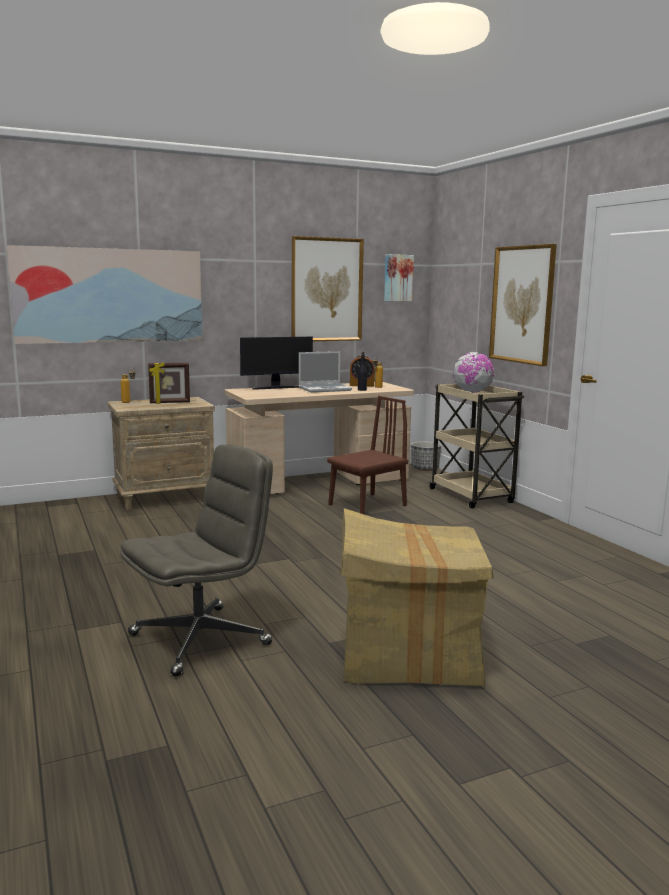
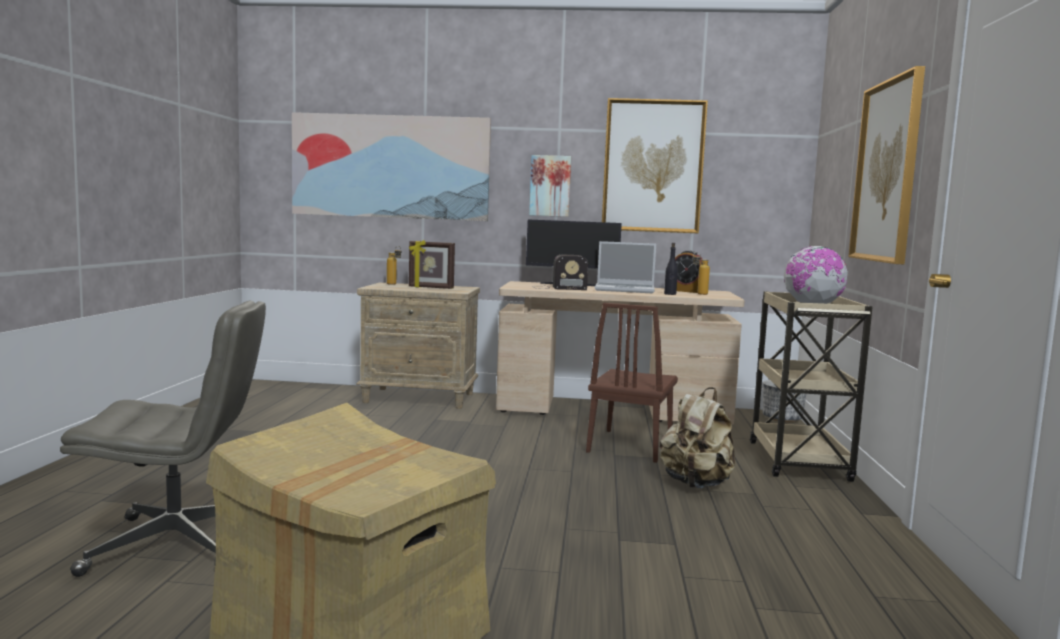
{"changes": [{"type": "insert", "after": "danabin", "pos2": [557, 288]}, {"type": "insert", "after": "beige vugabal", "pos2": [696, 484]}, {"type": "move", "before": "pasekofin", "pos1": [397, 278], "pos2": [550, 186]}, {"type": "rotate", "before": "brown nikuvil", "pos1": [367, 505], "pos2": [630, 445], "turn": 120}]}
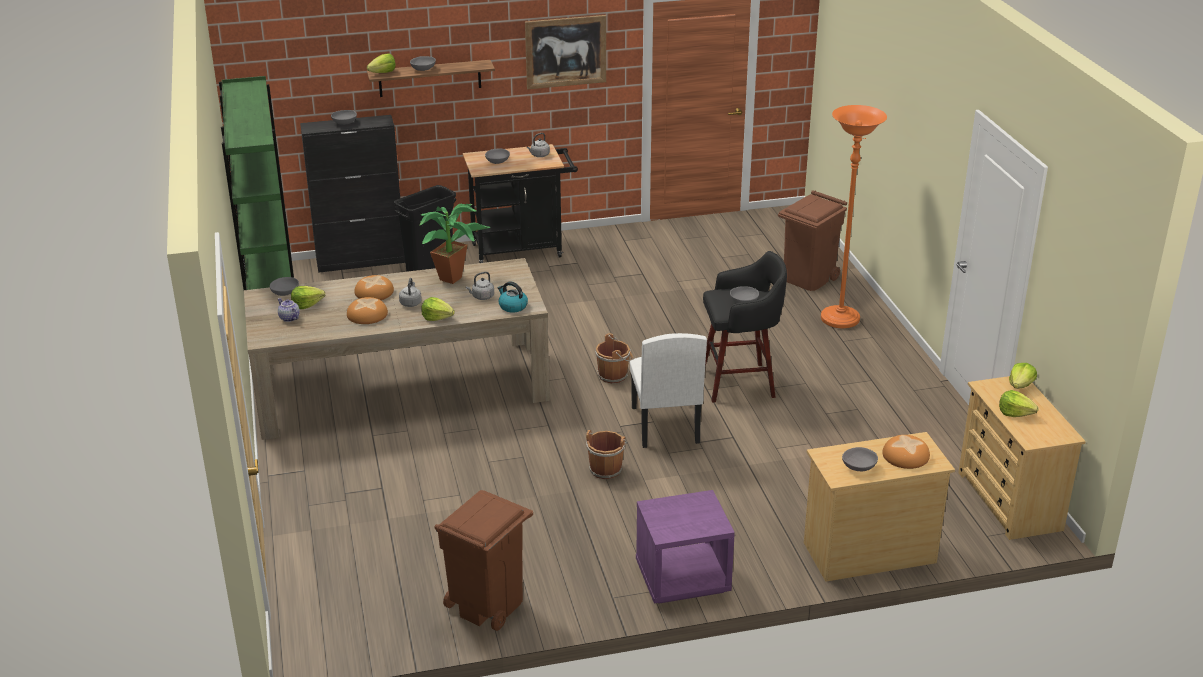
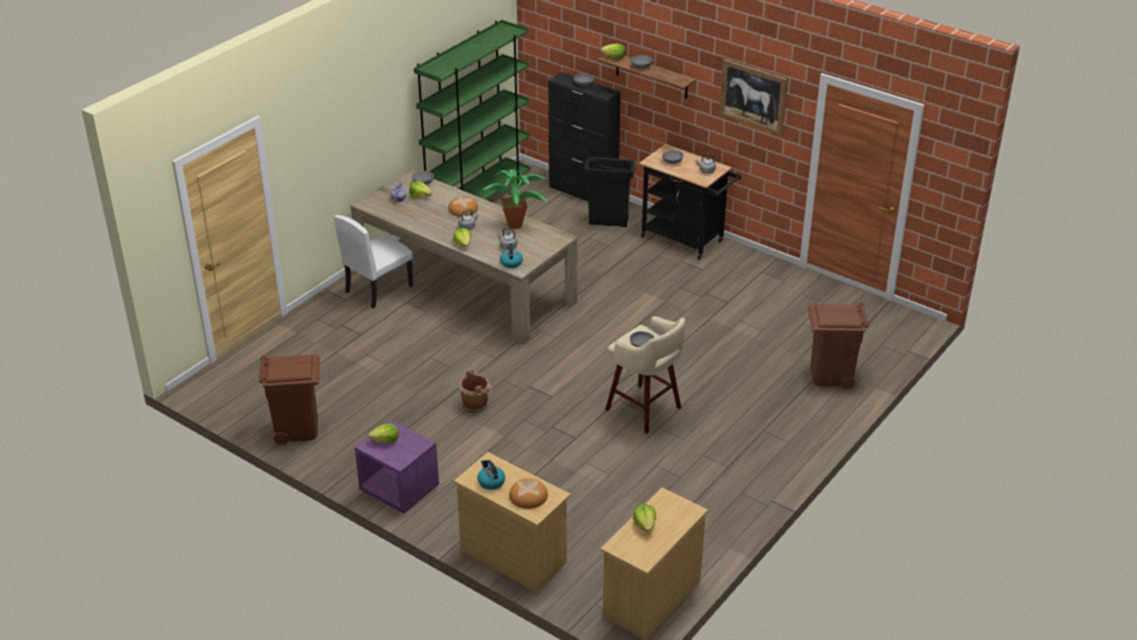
{"changes": [{"type": "delete", "before": "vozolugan", "pos1": [367, 315]}, {"type": "delete", "before": "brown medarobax", "pos1": [614, 375]}, {"type": "delete", "before": "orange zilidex", "pos1": [840, 319]}, {"type": "move", "before": "white nikuvil", "pos1": [664, 425], "pos2": [378, 288]}, {"type": "move", "before": "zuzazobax", "pos1": [1020, 385], "pos2": [385, 440]}, {"type": "replace", "before": "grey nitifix", "after": "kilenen", "pos1": [859, 467], "pos2": [491, 482]}, {"type": "recolor", "before": "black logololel", "after": "beige logololel", "pos1": [740, 382], "pos2": [645, 410]}]}
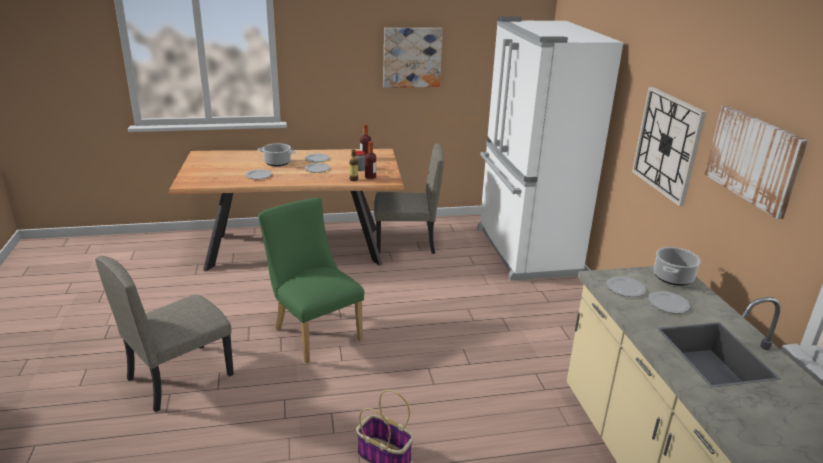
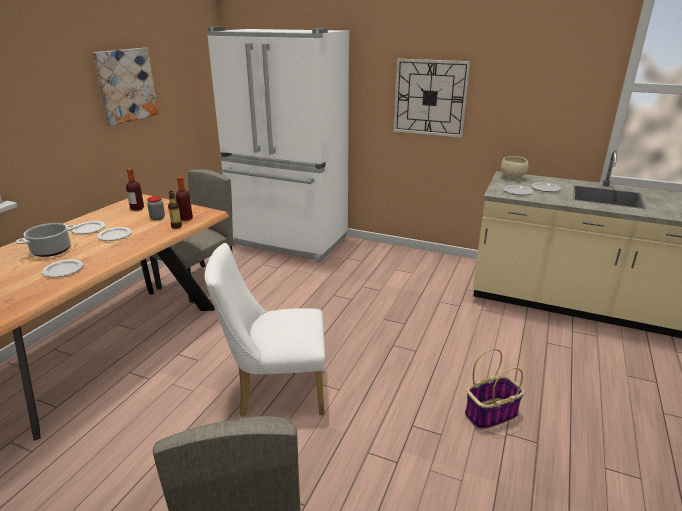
{"changes": [{"type": "delete", "before": "pasekofin", "pos1": [753, 159]}, {"type": "replace", "before": "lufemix", "after": "beige nitifix", "pos1": [673, 278], "pos2": [513, 178]}, {"type": "recolor", "before": "green nikuvil", "after": "white nikuvil", "pos1": [314, 332], "pos2": [275, 391]}]}
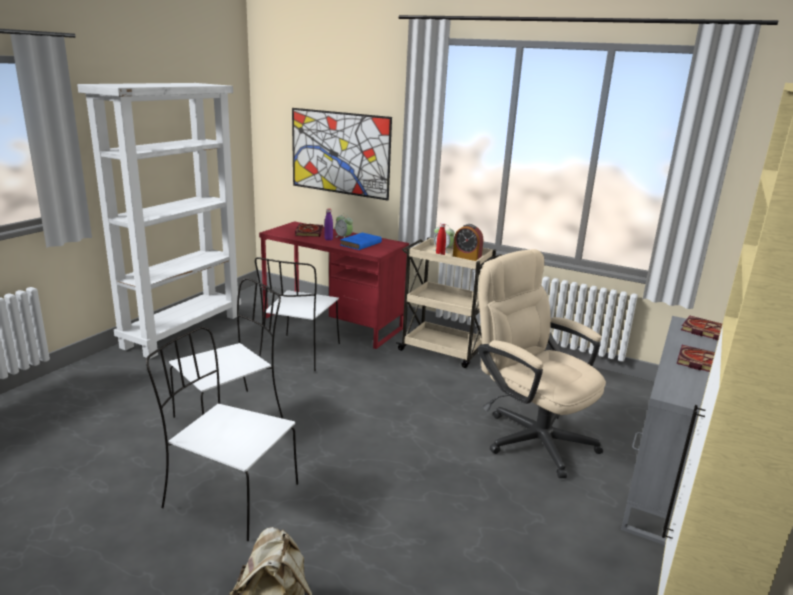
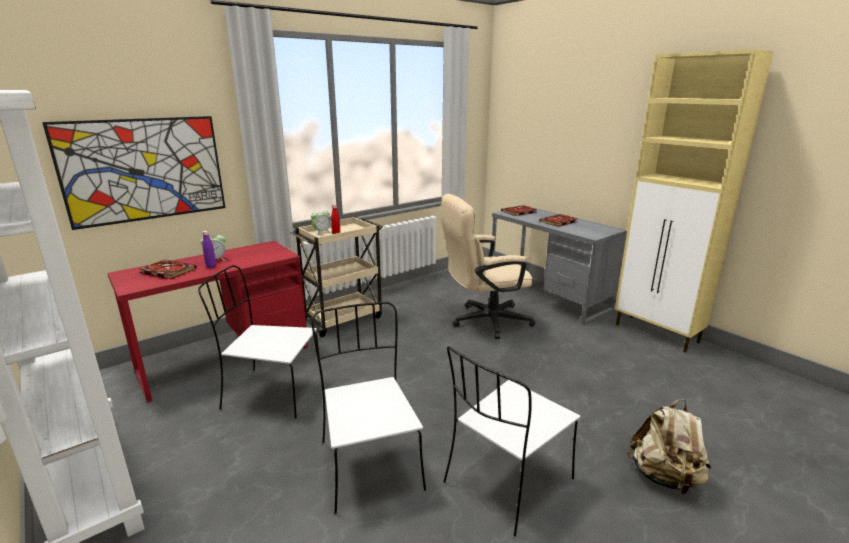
{"changes": [{"type": "delete", "before": "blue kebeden", "pos1": [360, 244]}, {"type": "delete", "before": "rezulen", "pos1": [467, 257]}, {"type": "rotate", "before": "white nikuvil", "pos1": [299, 353], "pos2": [270, 392], "turn": 150}]}
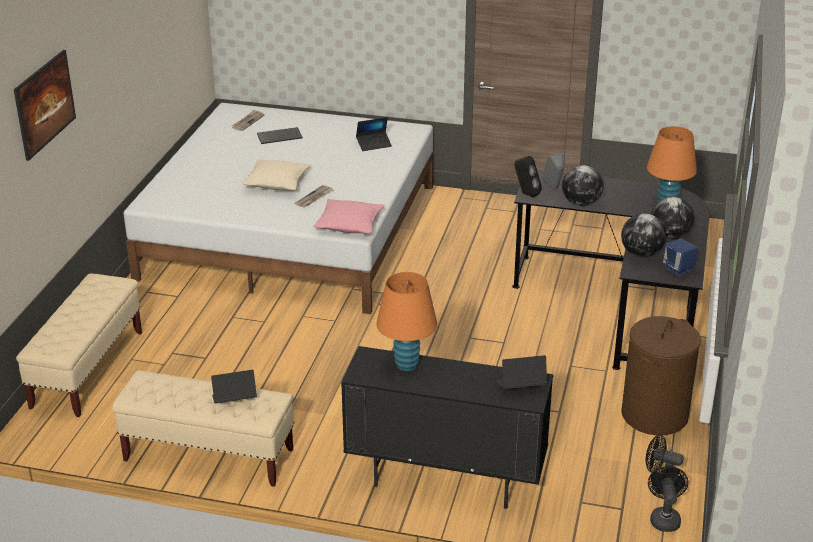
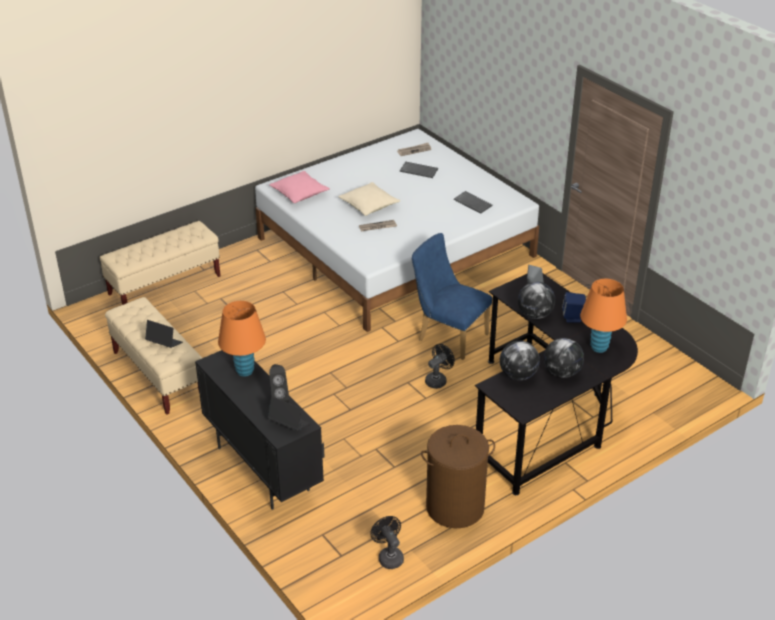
{"changes": [{"type": "delete", "before": "pasekofin", "pos1": [47, 121]}, {"type": "insert", "after": "blue nikuvil", "pos2": [448, 336]}, {"type": "move", "before": "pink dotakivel", "pos1": [349, 225], "pos2": [299, 193]}, {"type": "move", "before": "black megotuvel", "pos1": [525, 194], "pos2": [279, 399]}, {"type": "move", "before": "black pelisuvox", "pos1": [664, 518], "pos2": [438, 380]}, {"type": "move", "before": "blue megotuvel", "pos1": [678, 269], "pos2": [573, 317]}, {"type": "replace", "before": "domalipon", "after": "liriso", "pos1": [374, 144], "pos2": [473, 203]}]}
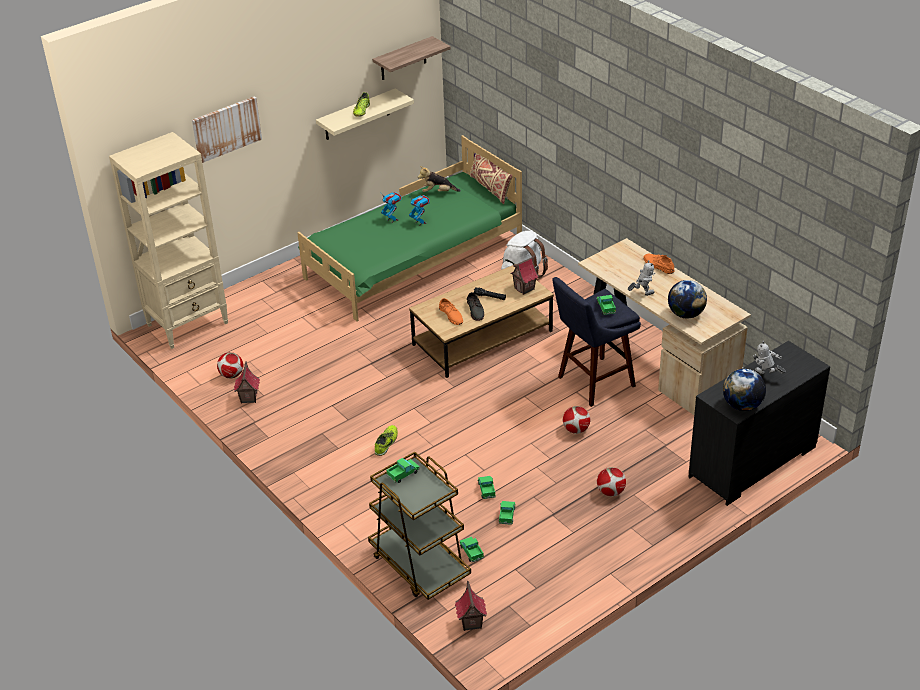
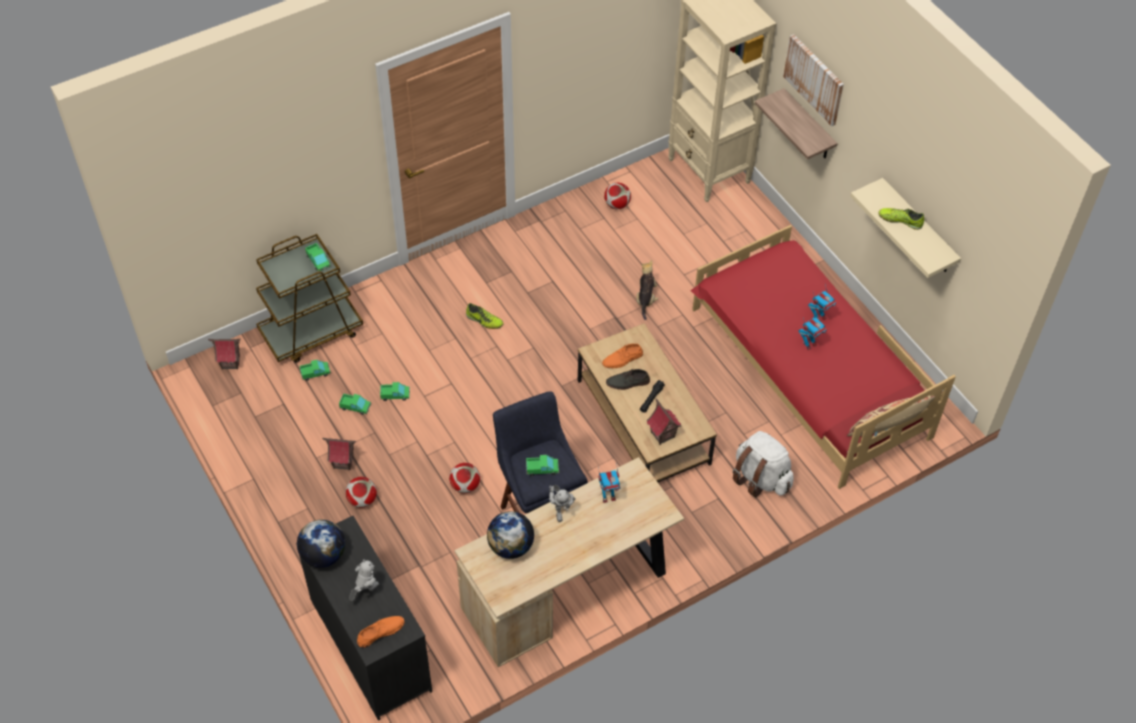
{"changes": [{"type": "insert", "after": "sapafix", "pos2": [608, 497]}, {"type": "move", "before": "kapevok", "pos1": [248, 398], "pos2": [343, 462]}, {"type": "move", "before": "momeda", "pos1": [403, 59], "pos2": [808, 126]}, {"type": "move", "before": "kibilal", "pos1": [438, 192], "pos2": [645, 299]}, {"type": "move", "before": "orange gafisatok", "pos1": [658, 265], "pos2": [380, 632]}, {"type": "recolor", "before": "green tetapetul", "after": "red tetapetul", "pos1": [413, 260], "pos2": [807, 371]}]}
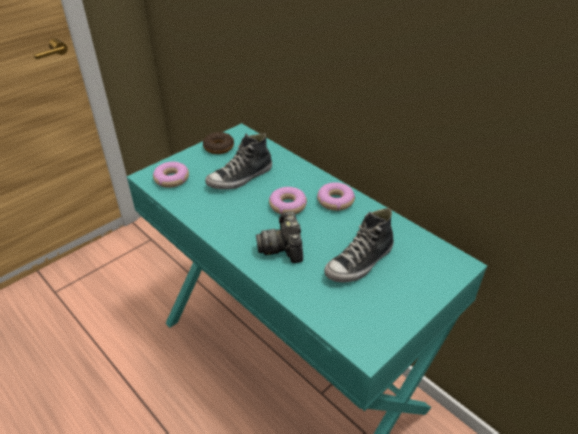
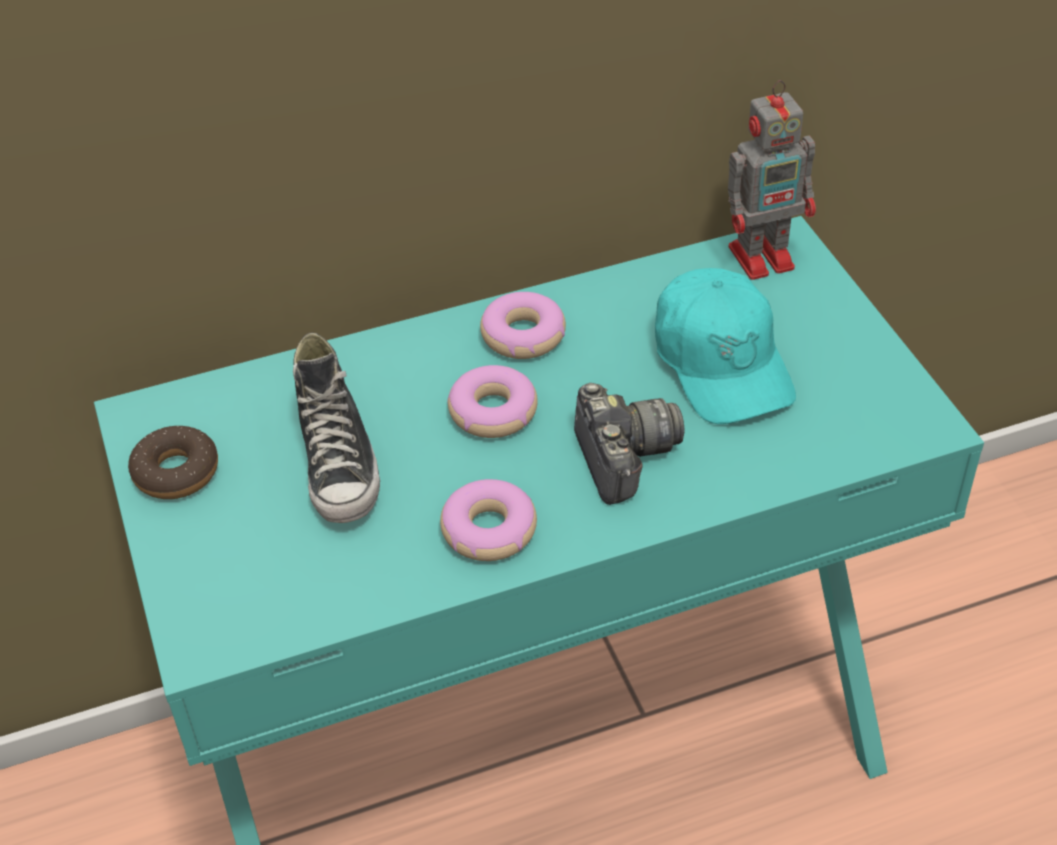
{"changes": [{"type": "insert", "after": "sapafix", "pos2": [764, 256]}, {"type": "move", "before": "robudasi", "pos1": [171, 179], "pos2": [489, 530]}, {"type": "replace", "before": "gafisatok", "after": "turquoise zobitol", "pos1": [360, 263], "pos2": [722, 363]}, {"type": "rotate", "before": "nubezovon", "pos1": [283, 247], "pos2": [623, 457], "turn": -120}]}
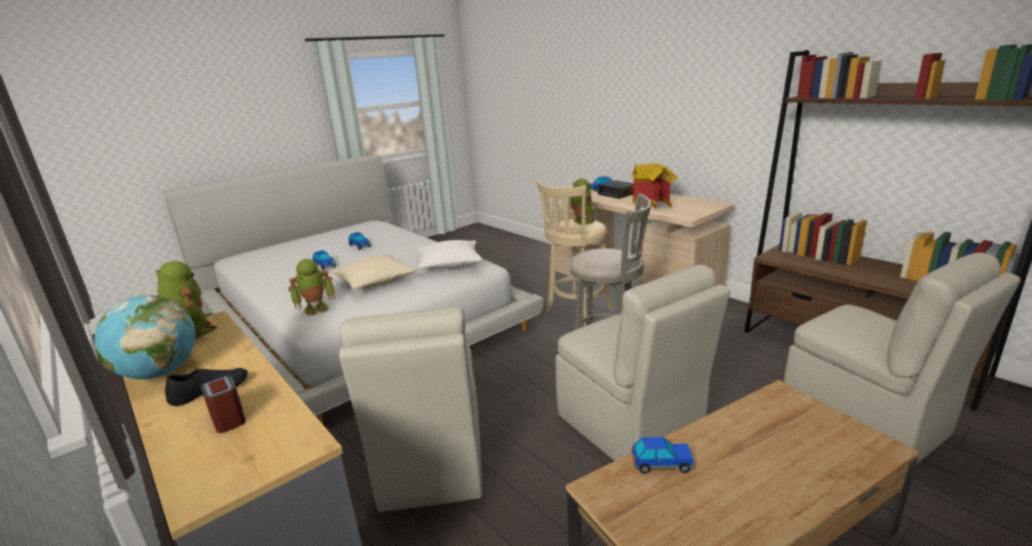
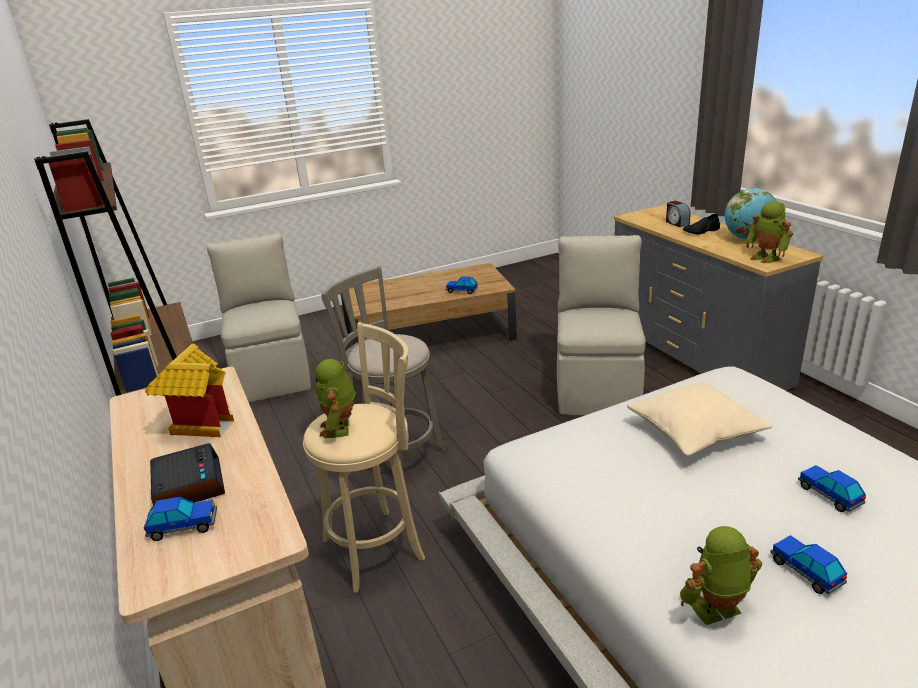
{"changes": [{"type": "delete", "before": "white dotakivel", "pos1": [450, 264]}, {"type": "delete", "before": "beige nikuvil", "pos1": [630, 429]}, {"type": "move", "before": "sapafix", "pos1": [316, 308], "pos2": [716, 611]}]}
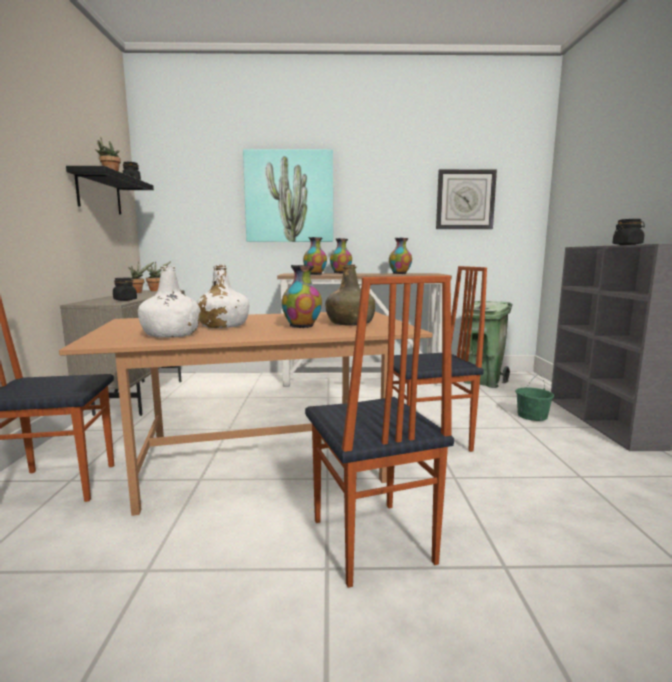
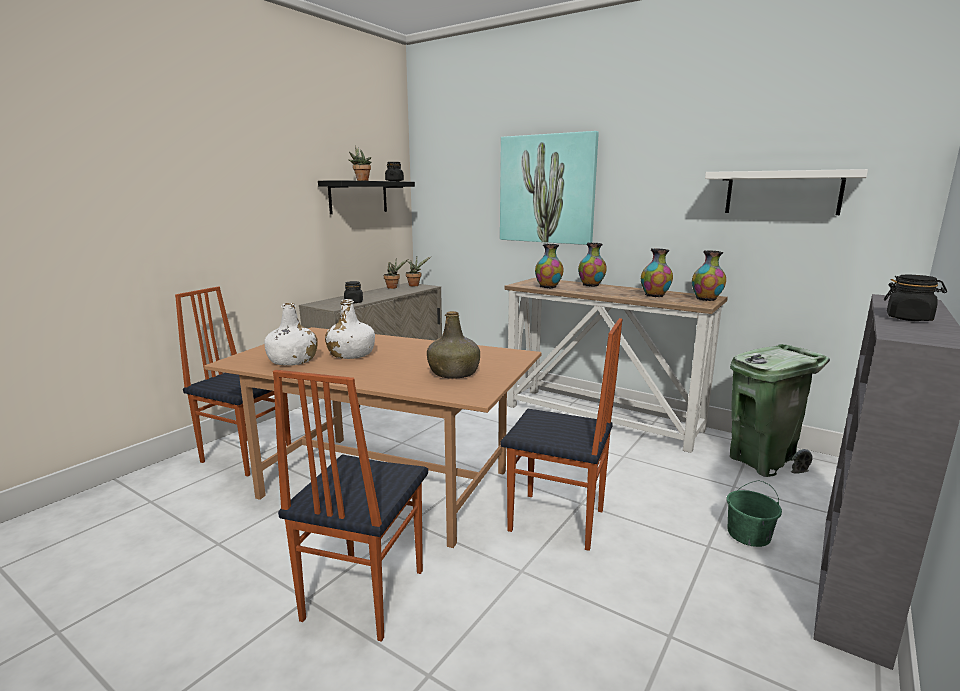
{"changes": [{"type": "move", "before": "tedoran", "pos1": [302, 326], "pos2": [706, 299]}, {"type": "replace", "before": "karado", "after": "white momeda", "pos1": [465, 200], "pos2": [782, 193]}]}
